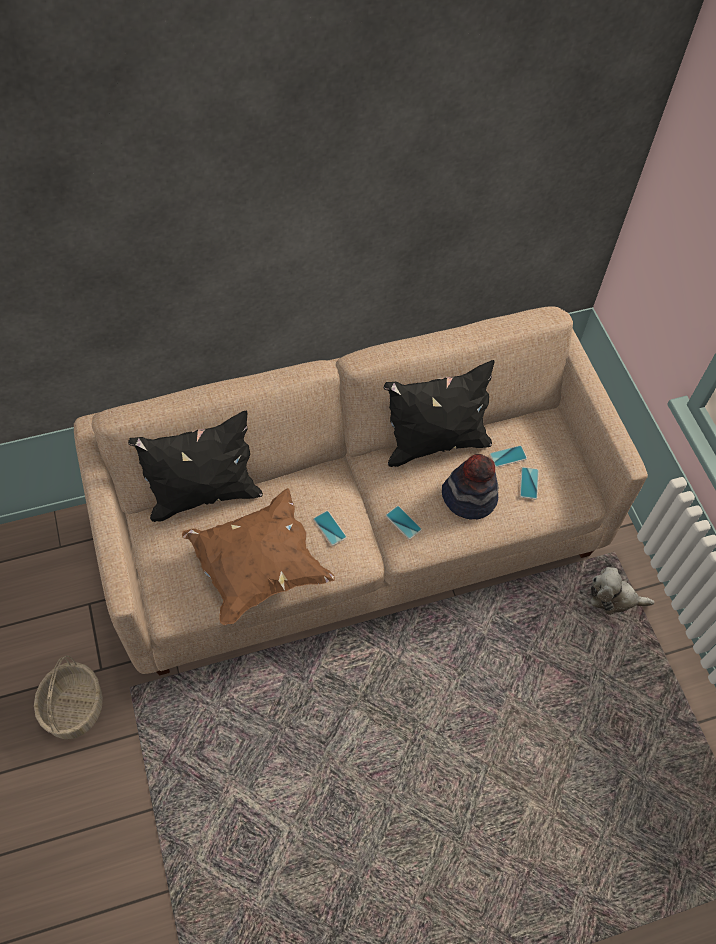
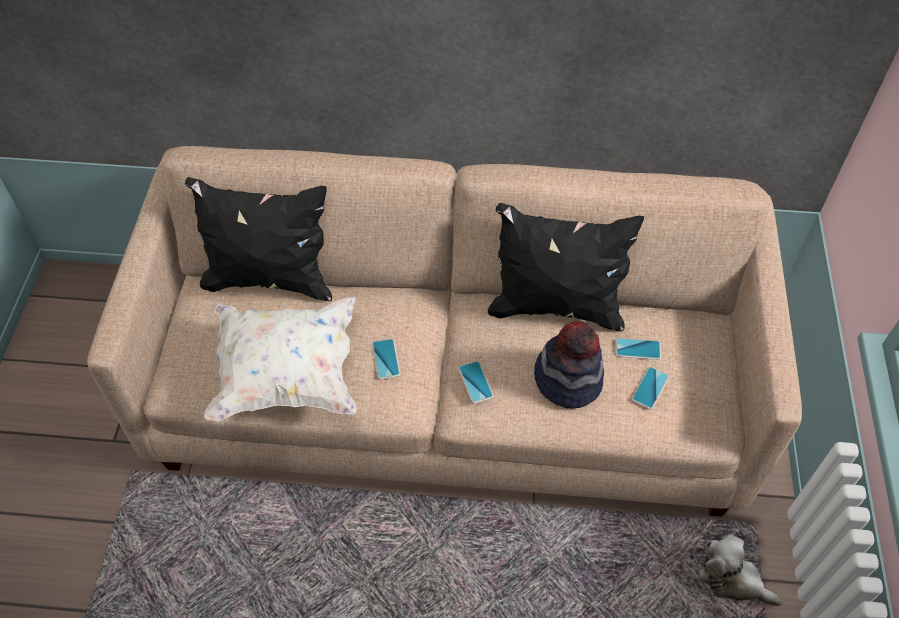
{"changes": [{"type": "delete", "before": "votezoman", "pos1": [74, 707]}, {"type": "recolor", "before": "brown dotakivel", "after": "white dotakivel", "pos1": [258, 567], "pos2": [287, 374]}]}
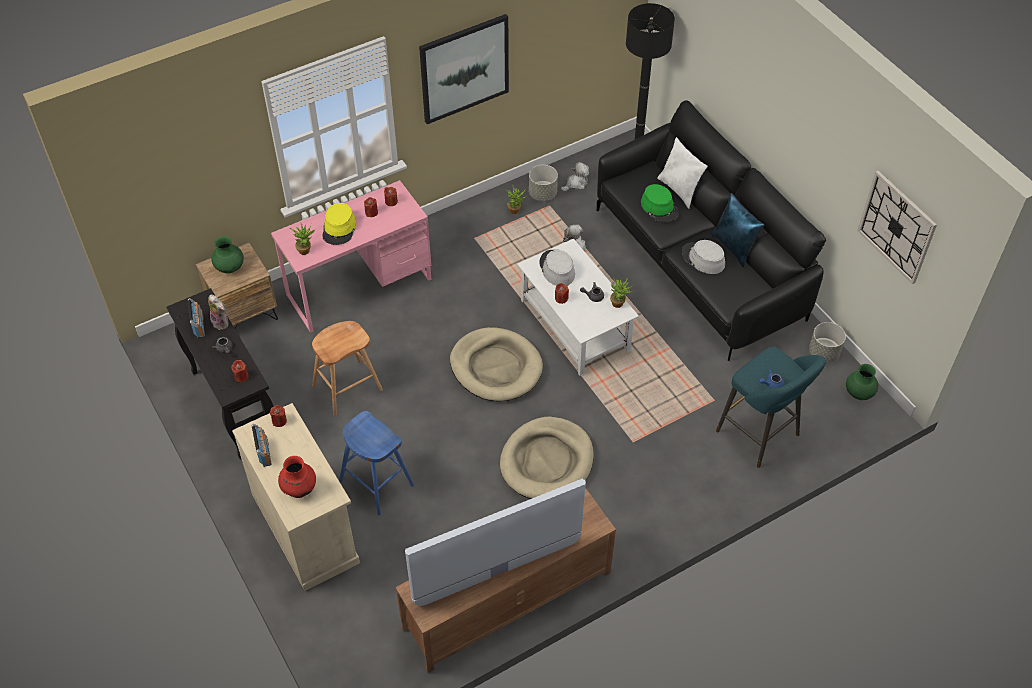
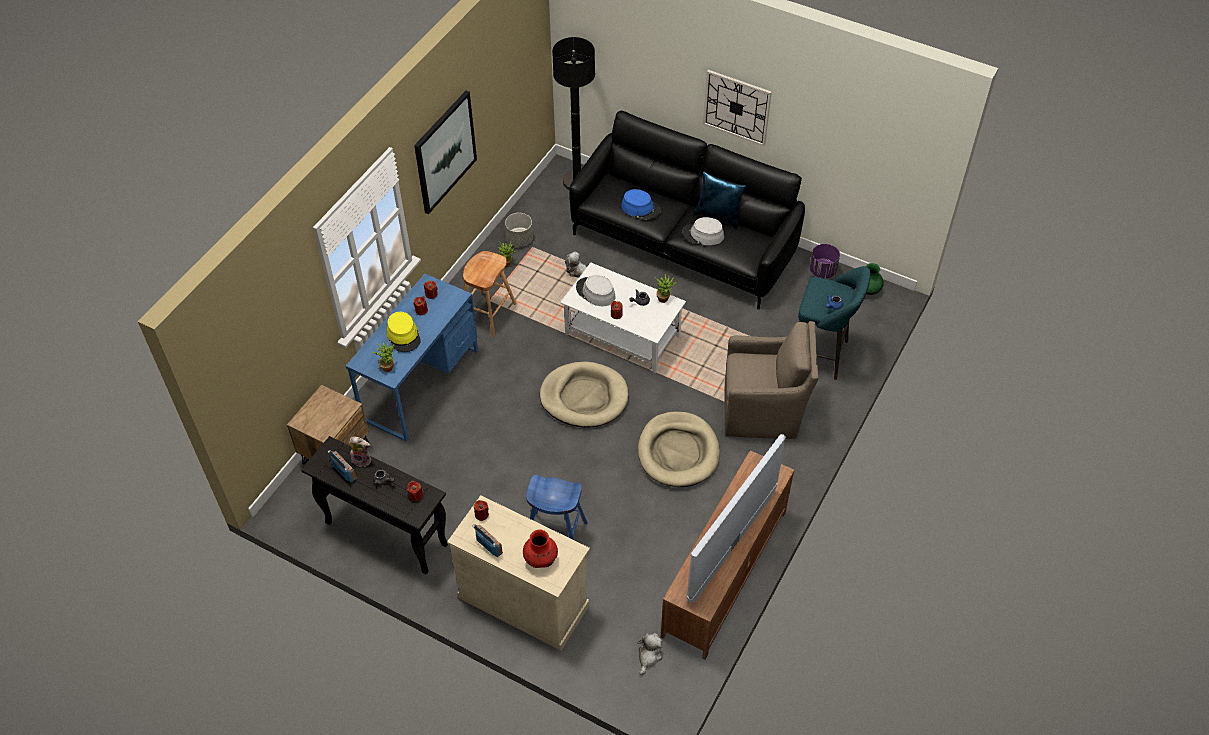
{"changes": [{"type": "delete", "before": "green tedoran", "pos1": [230, 268]}, {"type": "delete", "before": "white dotakivel", "pos1": [680, 190]}, {"type": "insert", "after": "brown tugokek", "pos2": [763, 411]}, {"type": "move", "before": "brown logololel", "pos1": [347, 388], "pos2": [488, 314]}, {"type": "move", "before": "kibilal", "pos1": [575, 183], "pos2": [648, 656]}, {"type": "move", "before": "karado", "pos1": [896, 227], "pos2": [736, 107]}, {"type": "recolor", "before": "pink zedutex", "after": "blue zedutex", "pos1": [359, 287], "pos2": [421, 384]}, {"type": "recolor", "before": "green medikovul", "after": "blue medikovul", "pos1": [659, 207], "pos2": [641, 208]}, {"type": "recolor", "before": "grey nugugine", "after": "purple nugugine", "pos1": [824, 353], "pos2": [823, 271]}]}
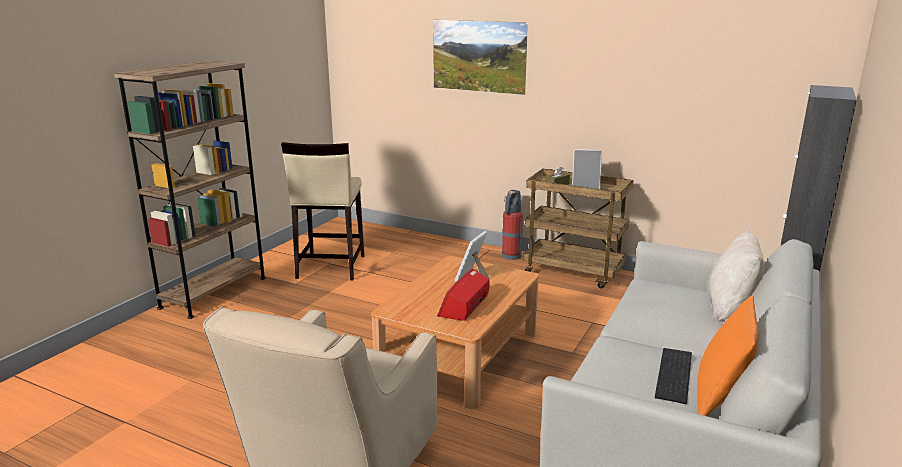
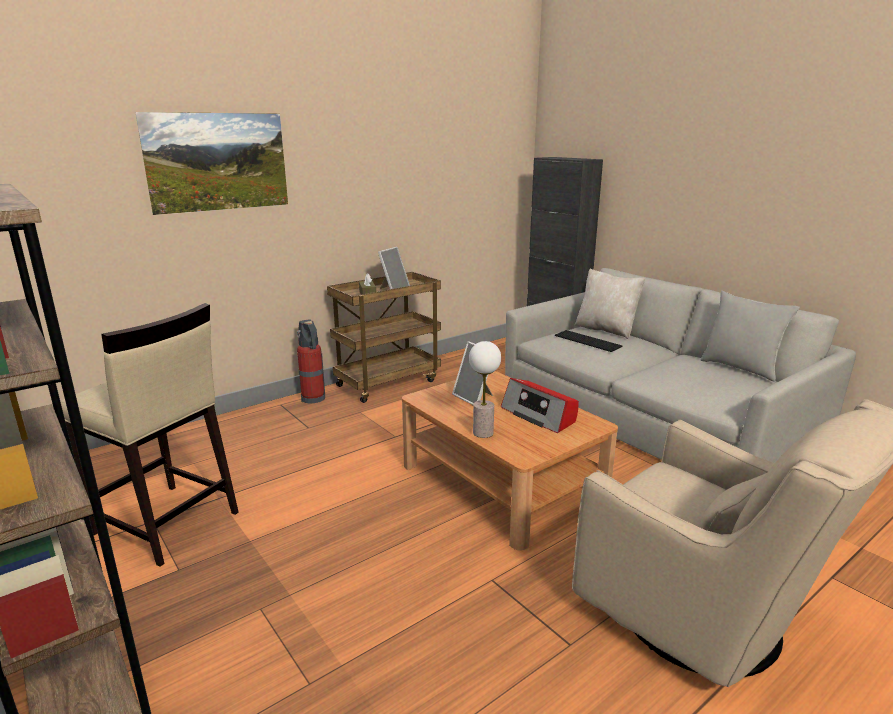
{"changes": [{"type": "insert", "after": "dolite", "pos2": [483, 433]}, {"type": "move", "before": "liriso", "pos1": [676, 375], "pos2": [588, 341]}, {"type": "recolor", "before": "orange dotakivel", "after": "grey dotakivel", "pos1": [720, 399], "pos2": [740, 368]}]}
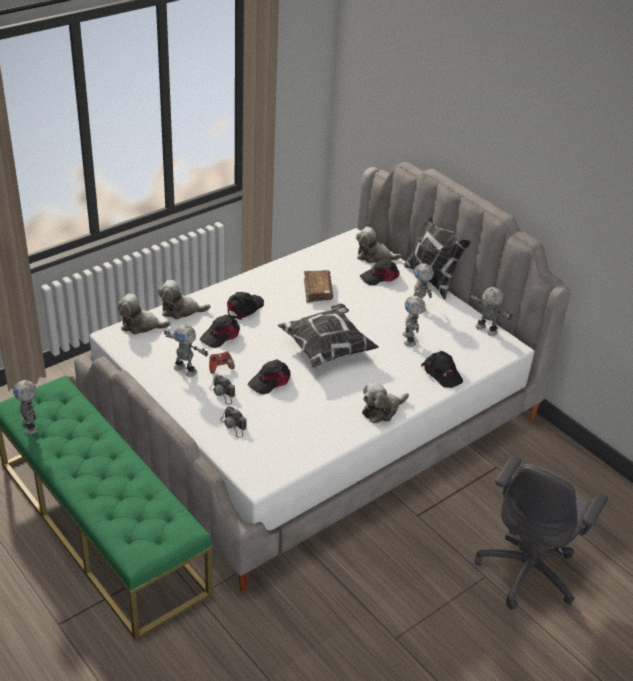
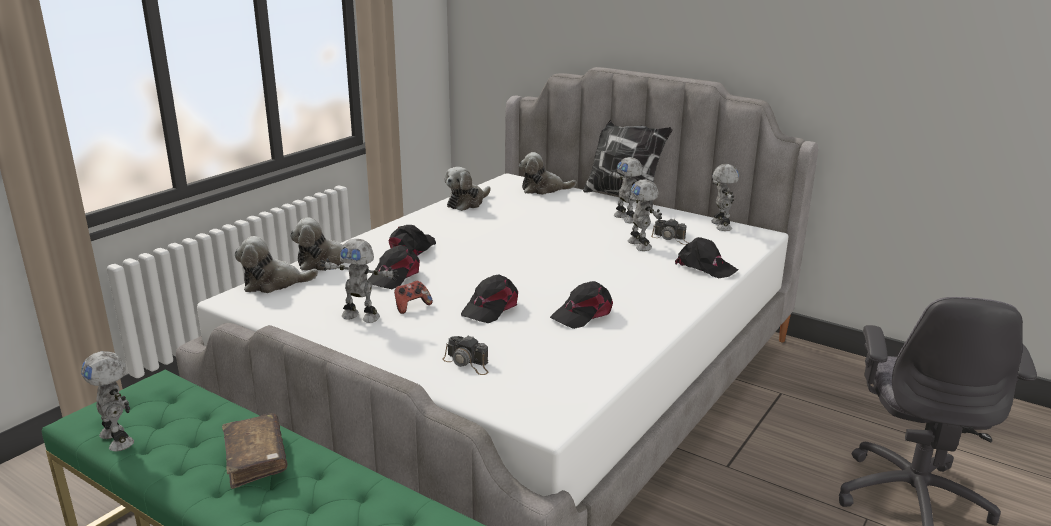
{"changes": [{"type": "delete", "before": "dotakivel", "pos1": [327, 348]}, {"type": "move", "before": "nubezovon", "pos1": [223, 393], "pos2": [671, 238]}, {"type": "move", "before": "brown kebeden", "pos1": [317, 290], "pos2": [255, 458]}, {"type": "move", "before": "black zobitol", "pos1": [380, 276], "pos2": [583, 313]}, {"type": "move", "before": "kibilal", "pos1": [382, 410], "pos2": [467, 203]}, {"type": "rotate", "before": "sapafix", "pos1": [485, 330], "pos2": [720, 226], "turn": 60}]}
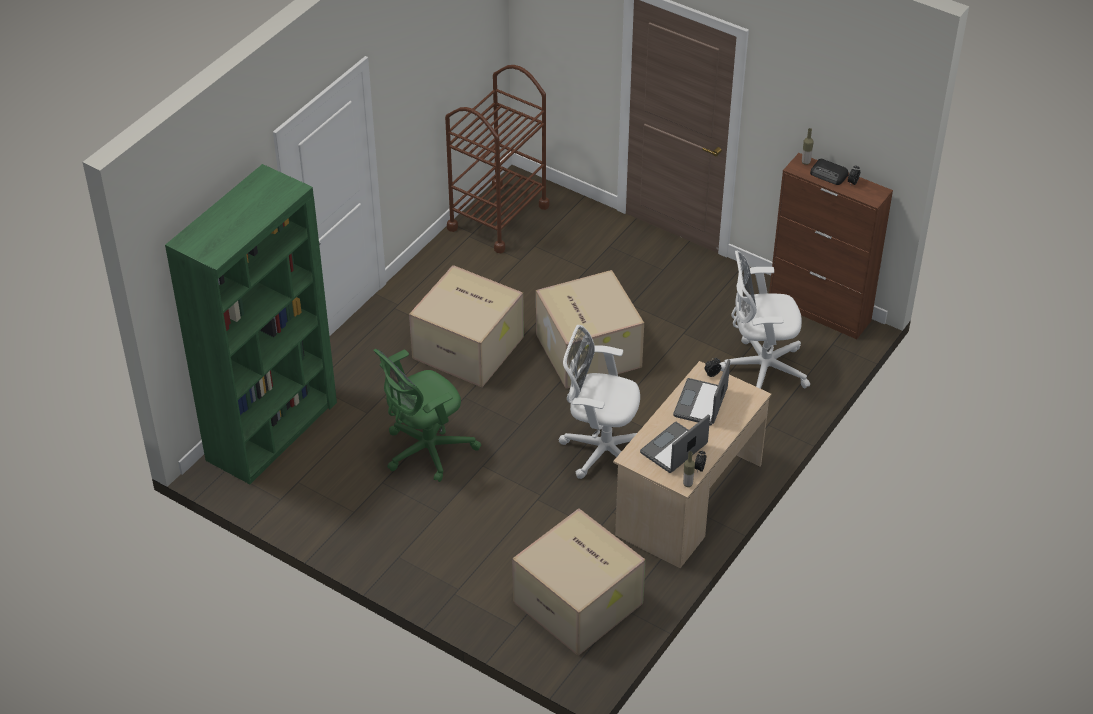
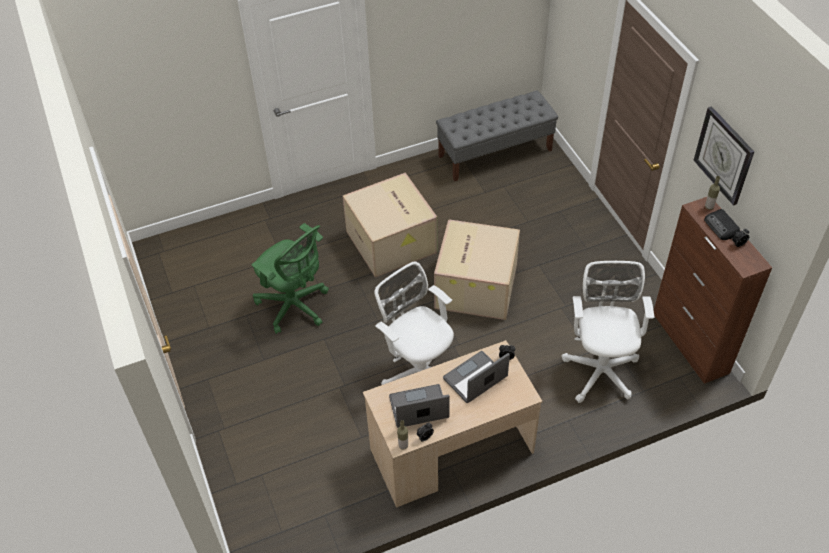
{"changes": [{"type": "delete", "before": "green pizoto", "pos1": [272, 430]}, {"type": "delete", "before": "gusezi", "pos1": [580, 602]}, {"type": "insert", "after": "karado", "pos2": [724, 155]}, {"type": "replace", "before": "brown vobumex", "after": "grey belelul", "pos1": [498, 217], "pos2": [495, 153]}, {"type": "rotate", "before": "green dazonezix", "pos1": [425, 451], "pos2": [295, 306], "turn": -135}, {"type": "rotate", "before": "white dazonezix", "pos1": [760, 368], "pos2": [600, 368], "turn": 60}]}
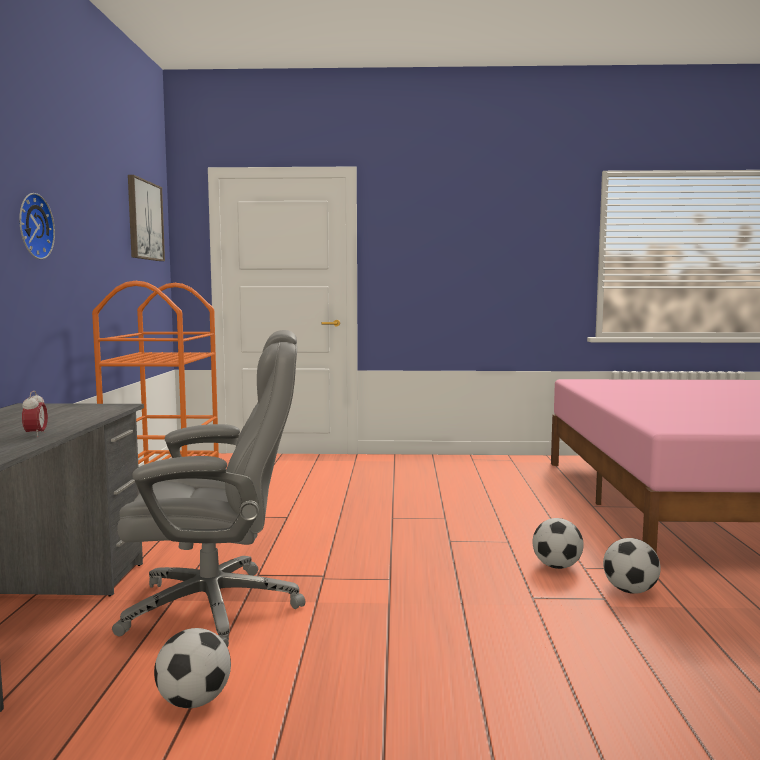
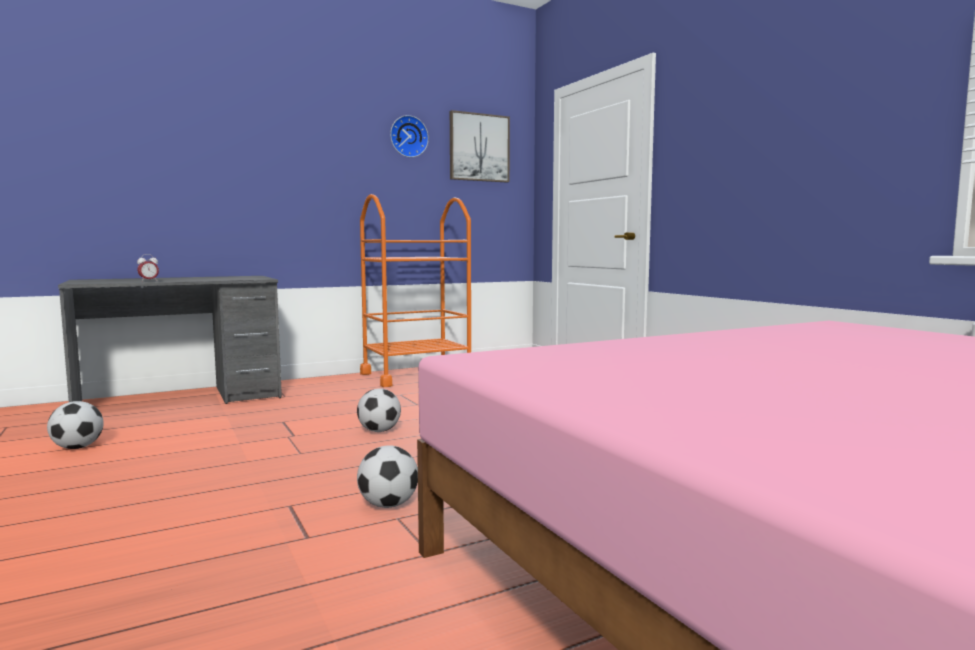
{"changes": [{"type": "delete", "before": "grey dazonezix", "pos1": [217, 607]}, {"type": "move", "before": "karado", "pos1": [32, 226], "pos2": [408, 137]}, {"type": "move", "before": "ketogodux", "pos1": [630, 591], "pos2": [379, 431]}]}
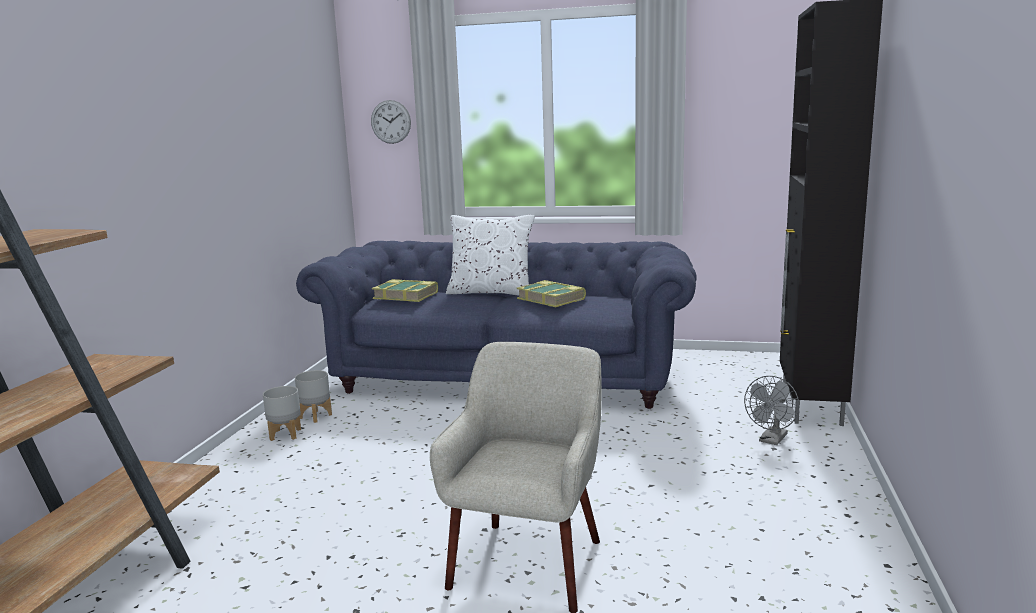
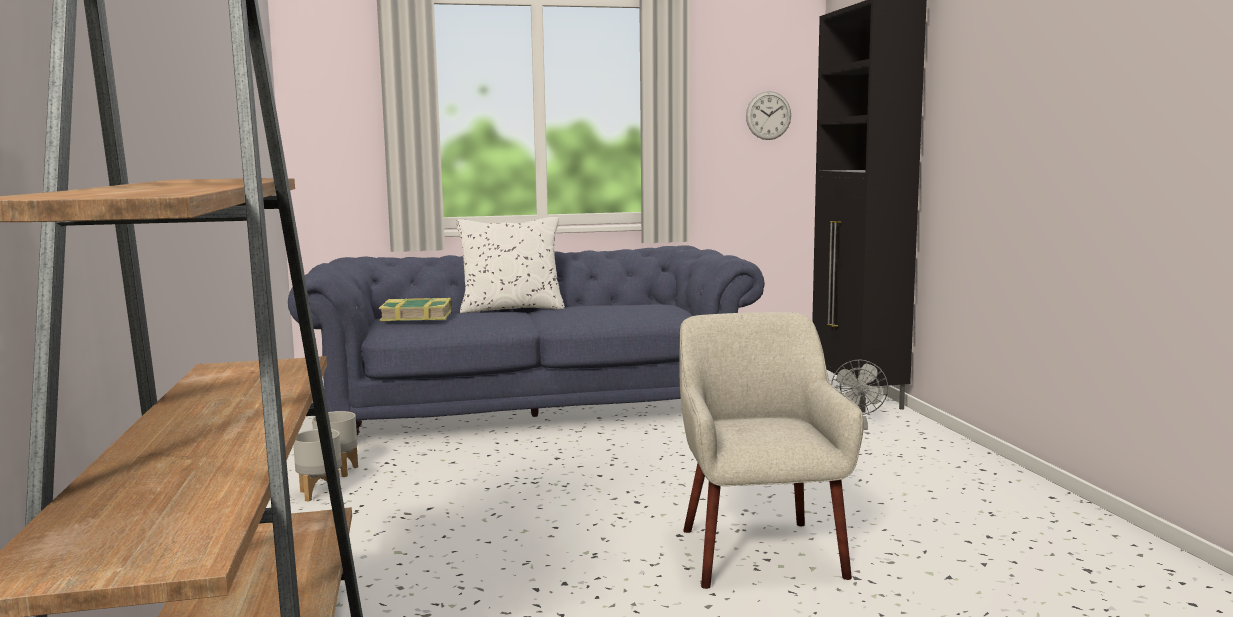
{"changes": [{"type": "delete", "before": "kebeden", "pos1": [551, 299]}, {"type": "move", "before": "karado", "pos1": [390, 122], "pos2": [768, 115]}]}
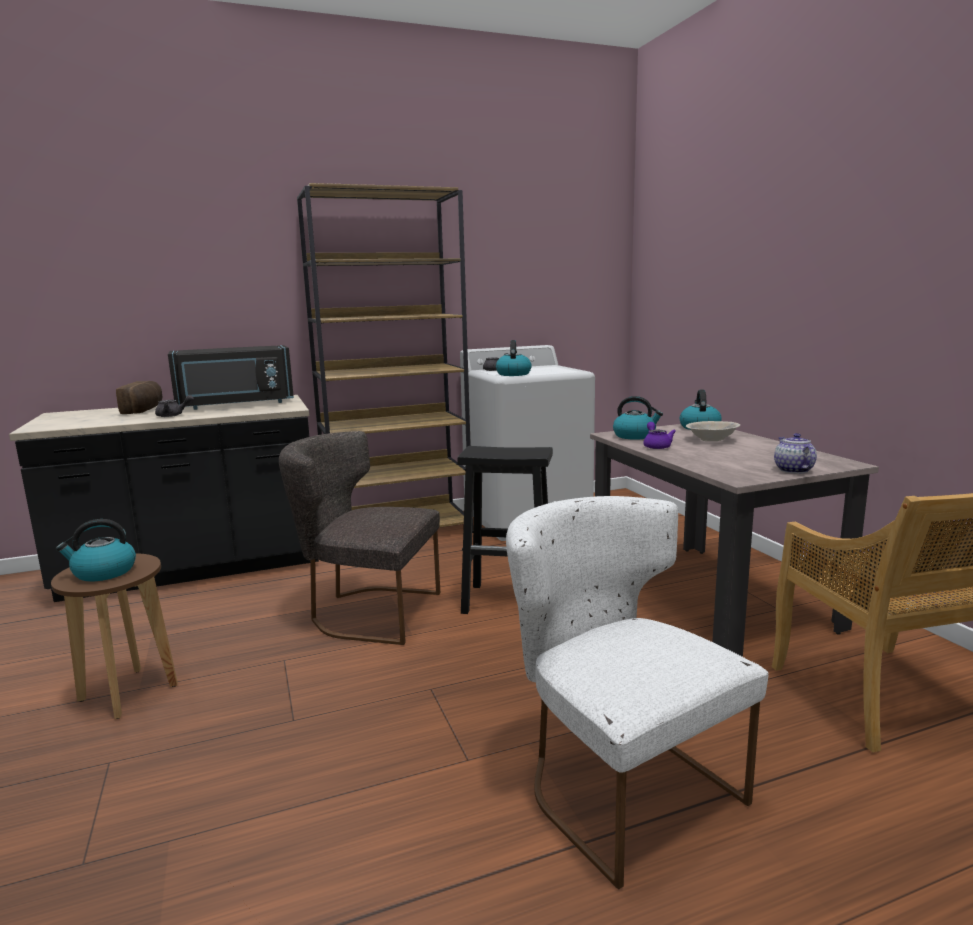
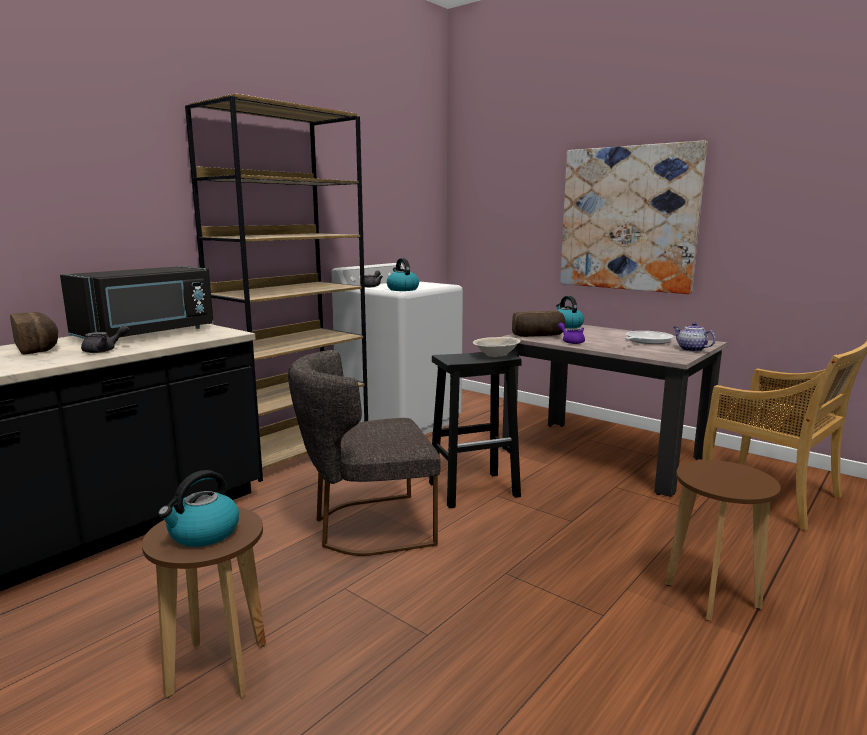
{"changes": [{"type": "insert", "after": "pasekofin", "pos2": [628, 219]}, {"type": "insert", "after": "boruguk", "pos2": [646, 341]}, {"type": "move", "before": "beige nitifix", "pos1": [712, 440], "pos2": [496, 355]}, {"type": "replace", "before": "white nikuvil", "after": "brown logololel", "pos1": [617, 783], "pos2": [711, 596]}, {"type": "replace", "before": "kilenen", "after": "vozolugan", "pos1": [635, 436], "pos2": [539, 335]}]}
